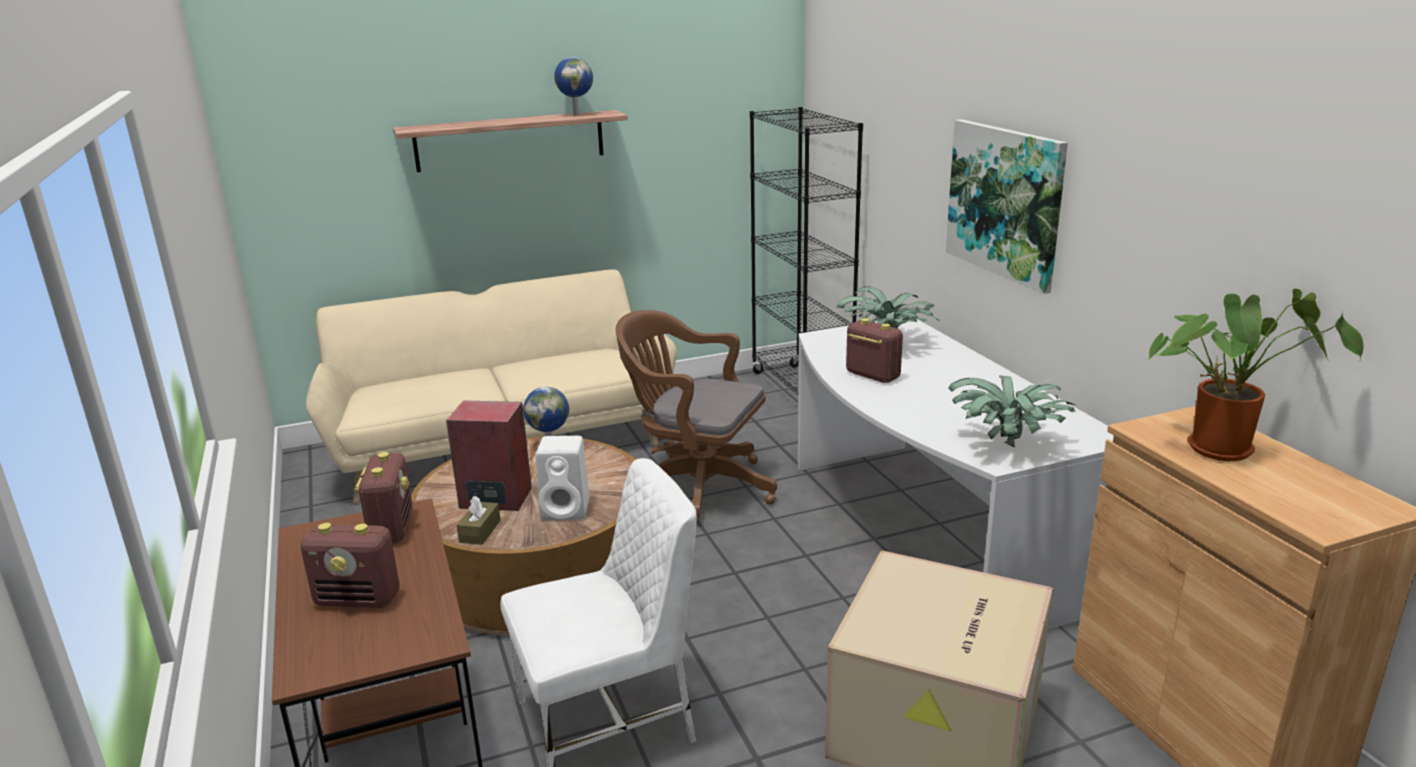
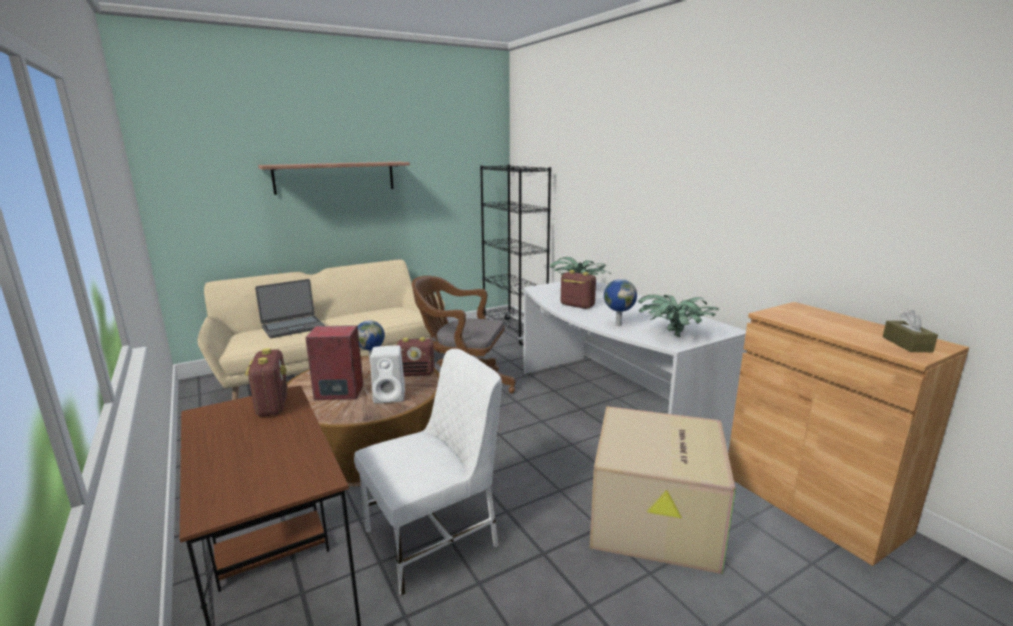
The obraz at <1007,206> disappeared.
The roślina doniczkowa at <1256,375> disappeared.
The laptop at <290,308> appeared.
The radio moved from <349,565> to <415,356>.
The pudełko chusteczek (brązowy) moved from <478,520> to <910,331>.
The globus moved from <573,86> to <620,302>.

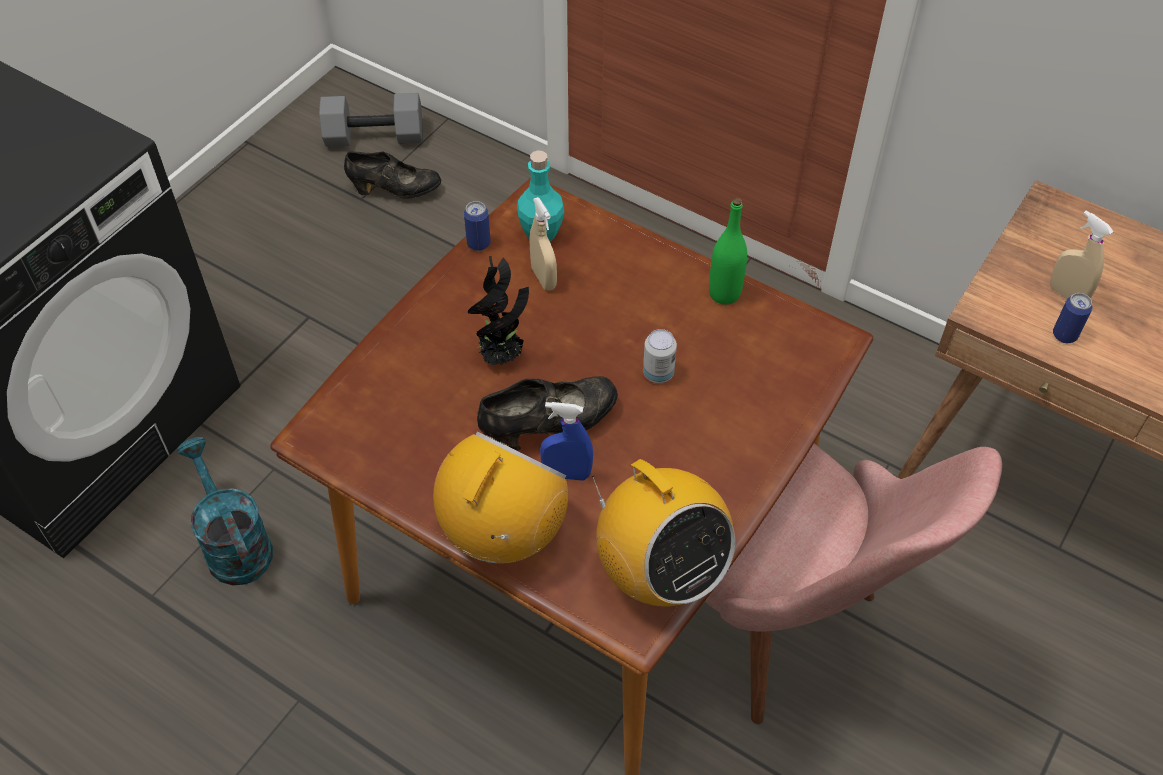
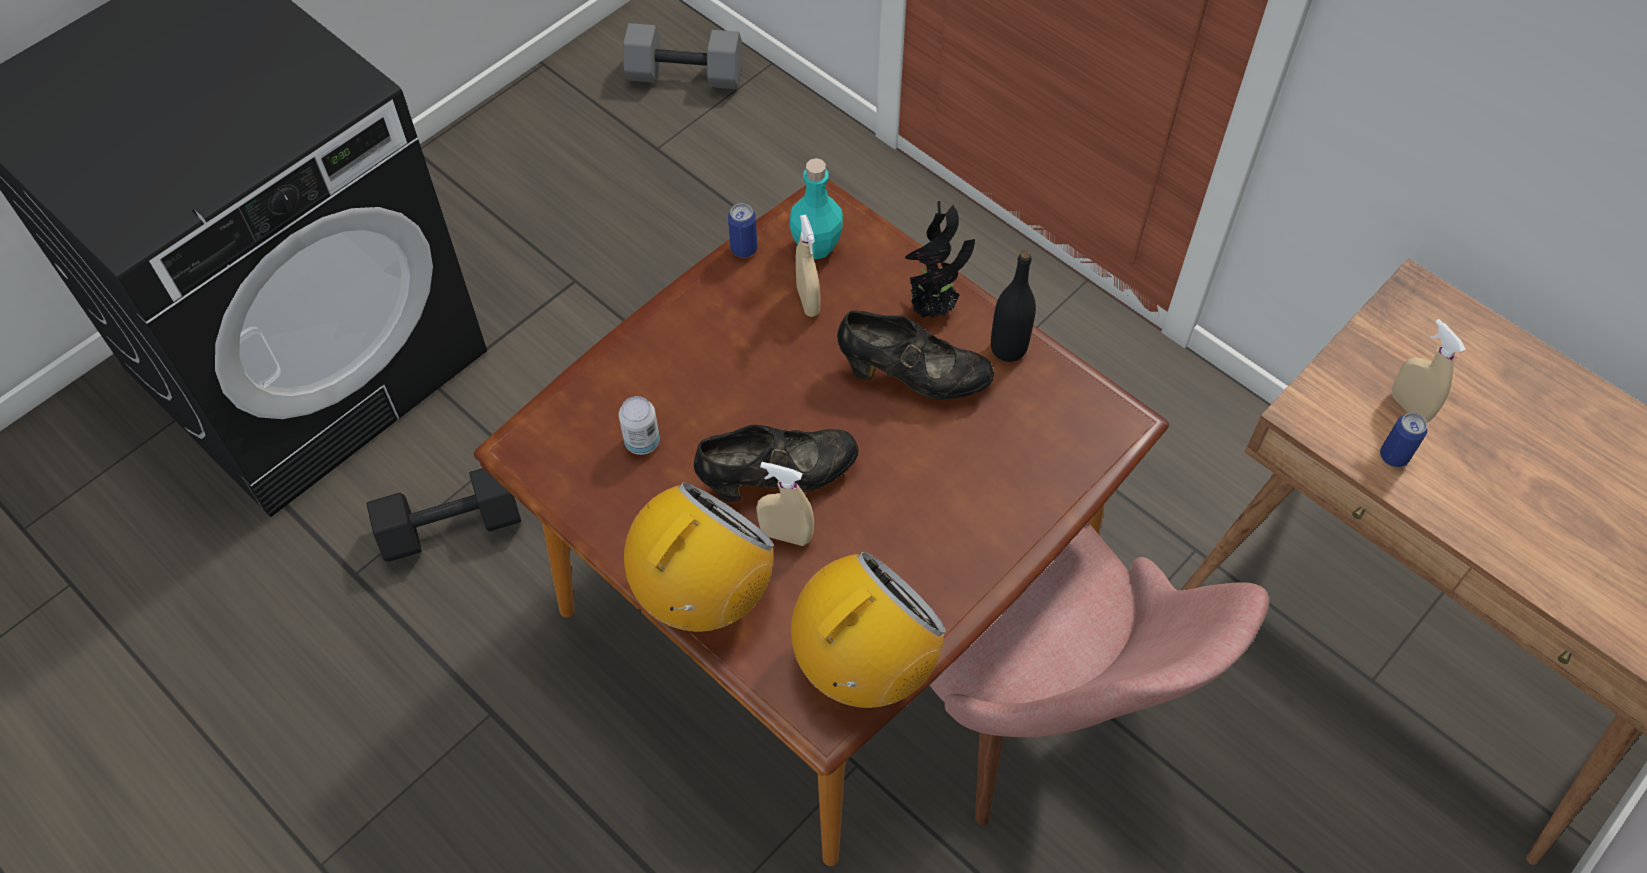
The but (czarny) moved from <392,175> to <915,355>.
The roślina doniczkowa moved from <498,310> to <940,259>.
The puszka moved from <660,356> to <639,425>.
The konewka (turkusowy) at <225,511> was replaced by the hantel (czarny) at <443,515>.
The spryskiwacz (niebieski) at <566,441> became the spryskiwacz (beżowy) at <785,504>.
The butelka (zielony) at <728,251> became the butelka (czarny) at <1013,306>.
The radio at <663,532> turned 105 degrees counterclockwise.

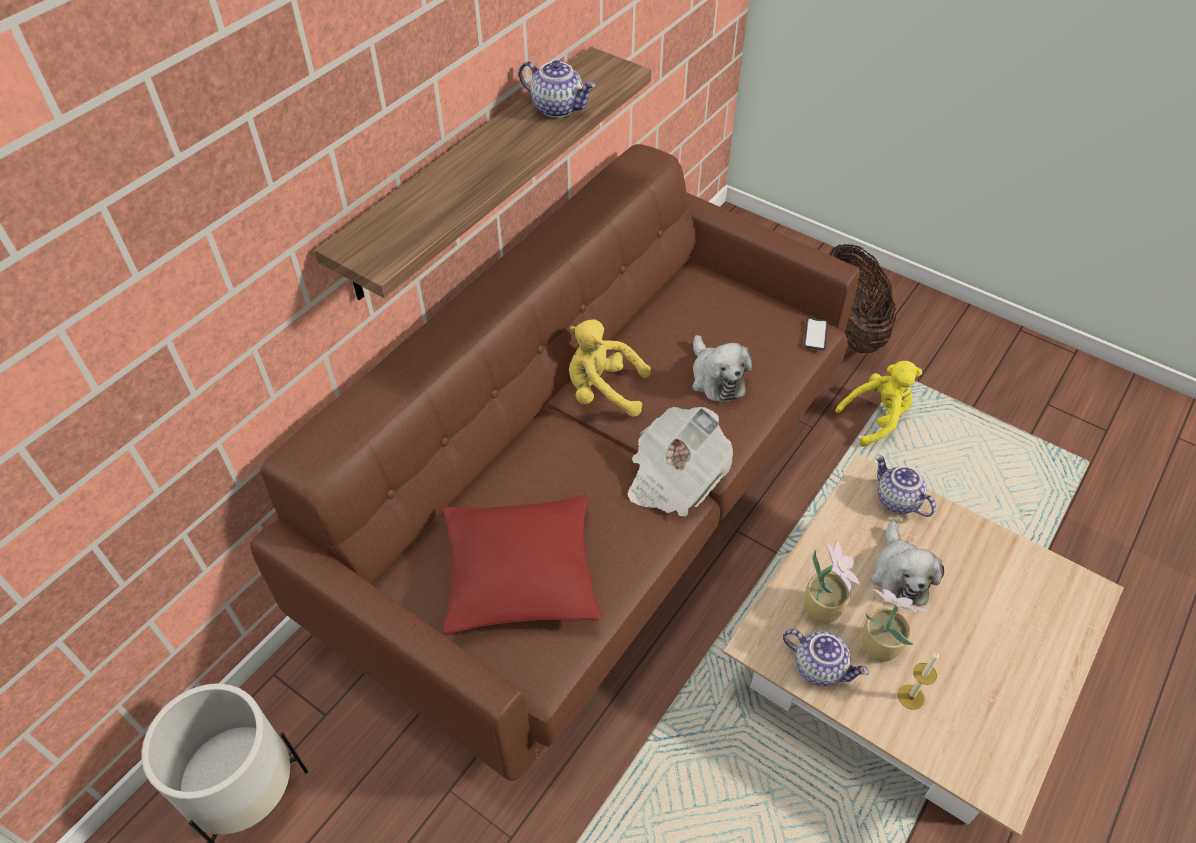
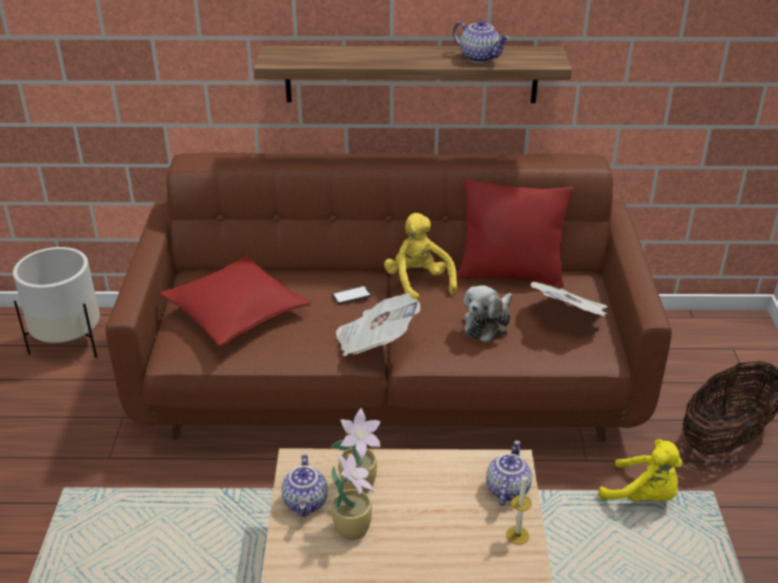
The pluszak at <907,563> disappeared.
The poduszka (czerwony) at <515,233> appeared.
The gazeta at <569,299> appeared.
The telefon moved from <816,334> to <352,294>.
The świeca moved from <918,681> to <519,509>.
The imbryk at <557,89> turned 45 degrees counterclockwise.

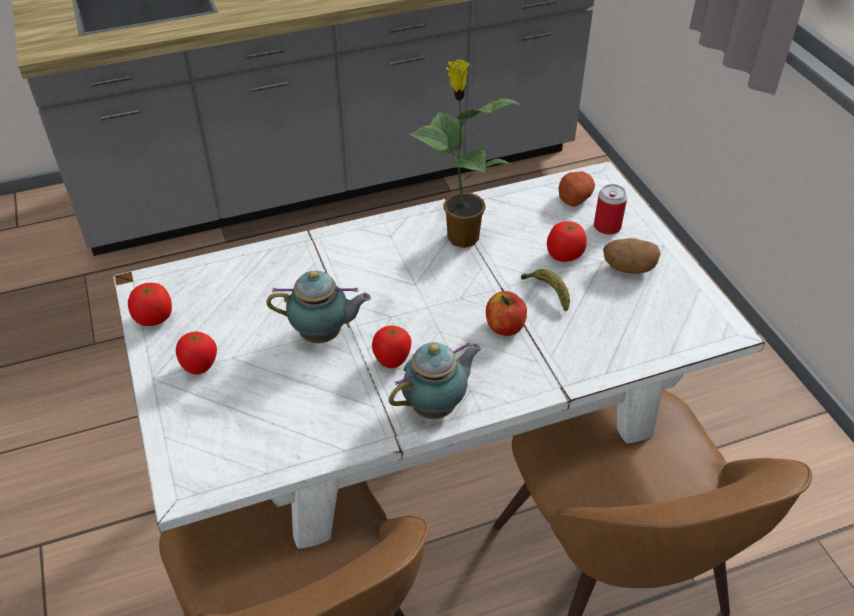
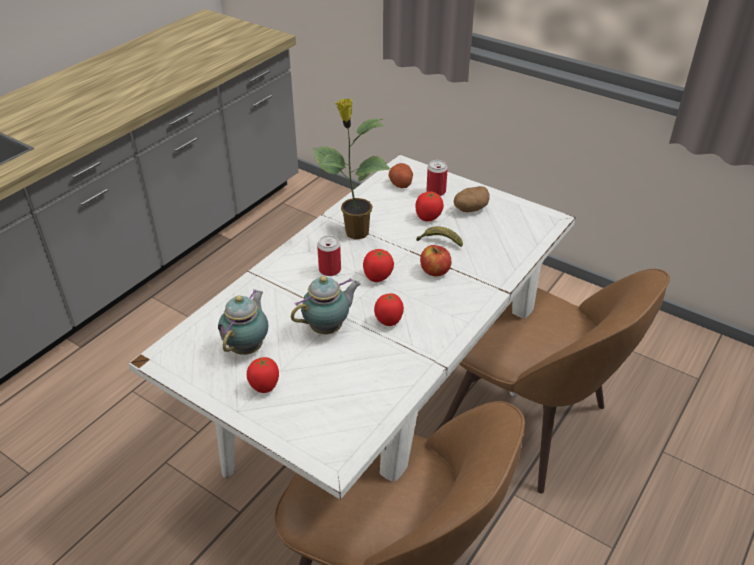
The puszka at <329,255> appeared.
The pomidor moved from <150,304> to <378,265>.
The imbryk moved from <435,380> to <243,322>.

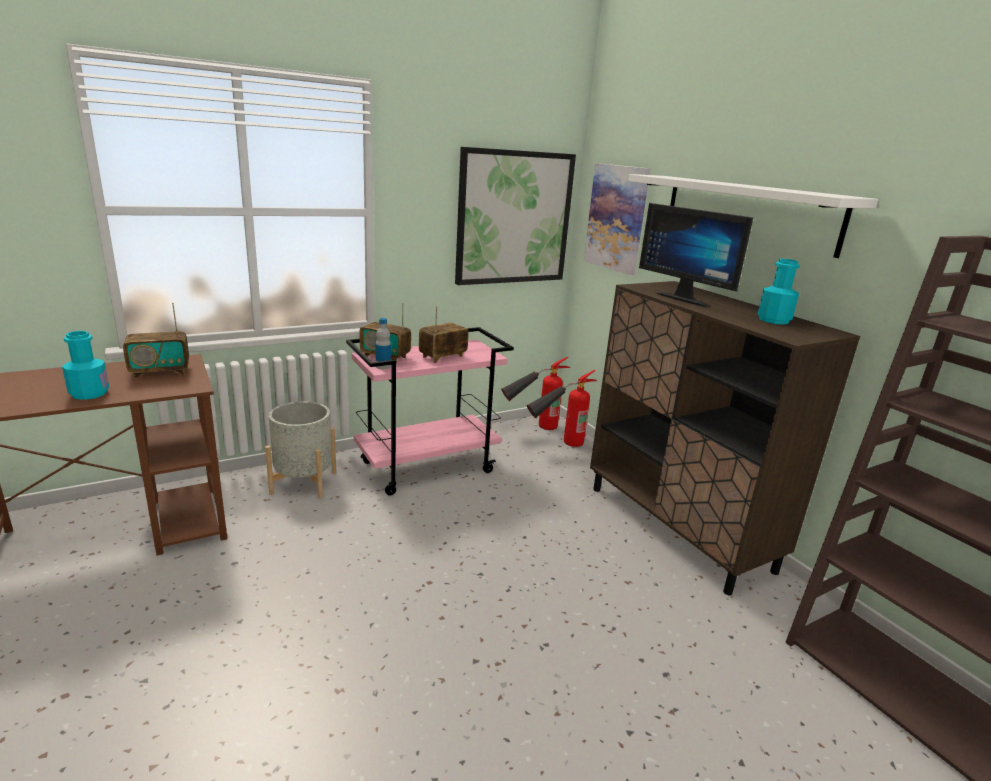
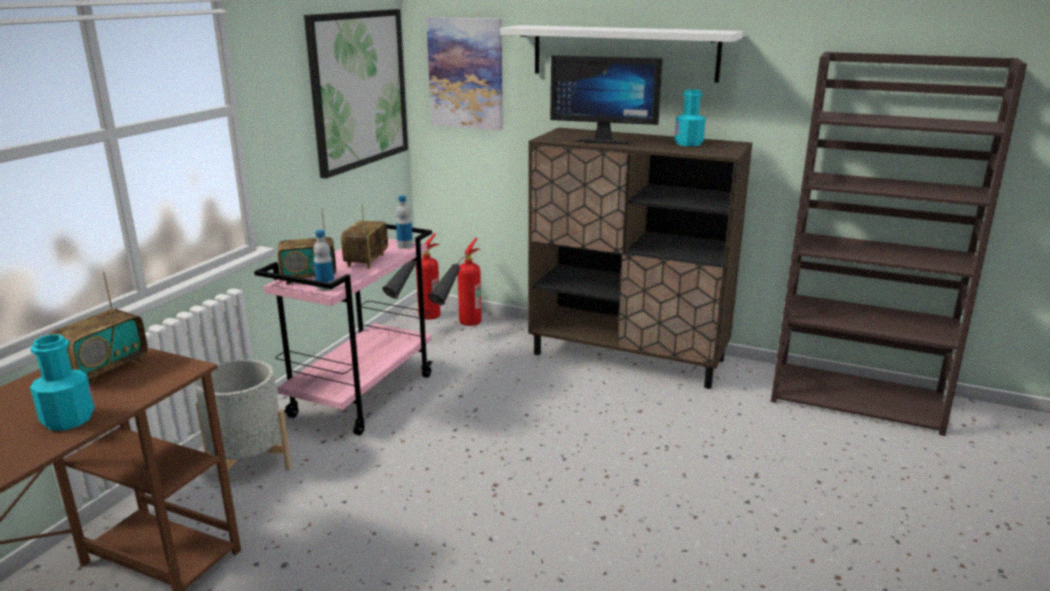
The butelka at <404,222> appeared.

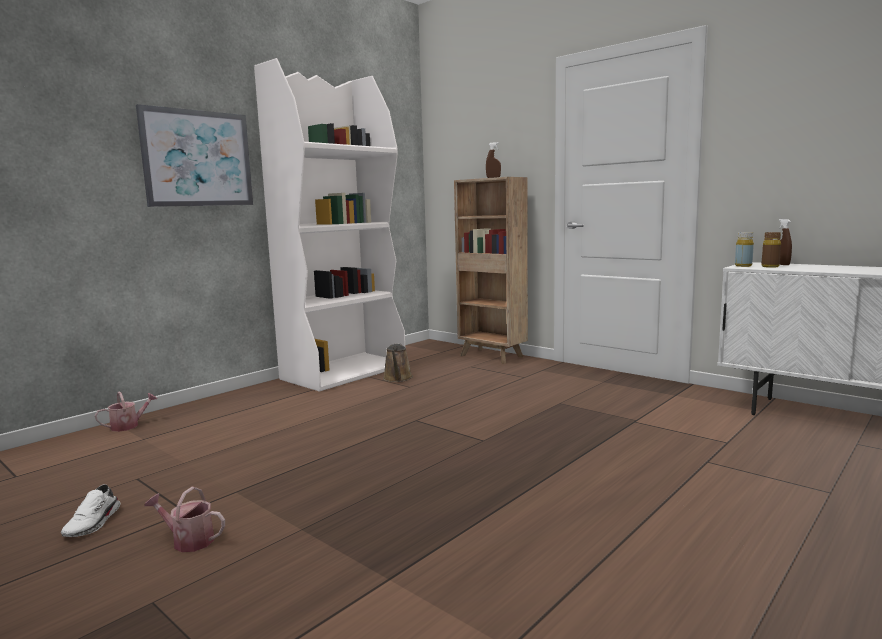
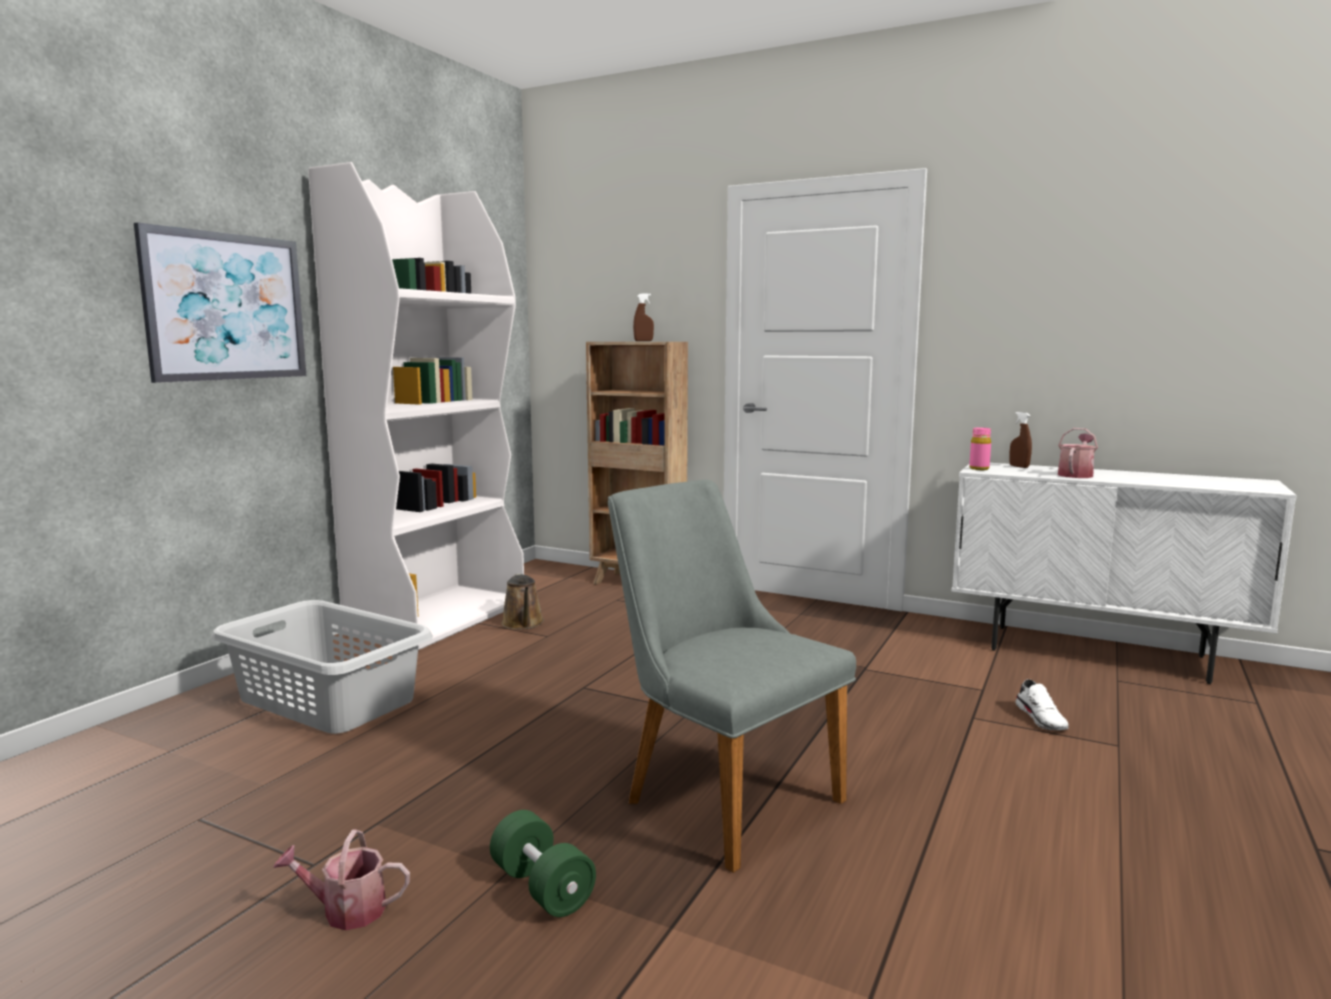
The butelka (brązowy) at <771,250> disappeared.
The kosz na pranie (szary) at <322,667> appeared.
The hantel (zielony) at <543,863> appeared.
The krzesło (szary) at <732,676> appeared.
The but (biały) moved from <91,510> to <1042,704>.
The konewka moved from <126,411> to <1078,453>.
The butelka (żółty) at <744,249> became the butelka (różowy) at <980,449>.

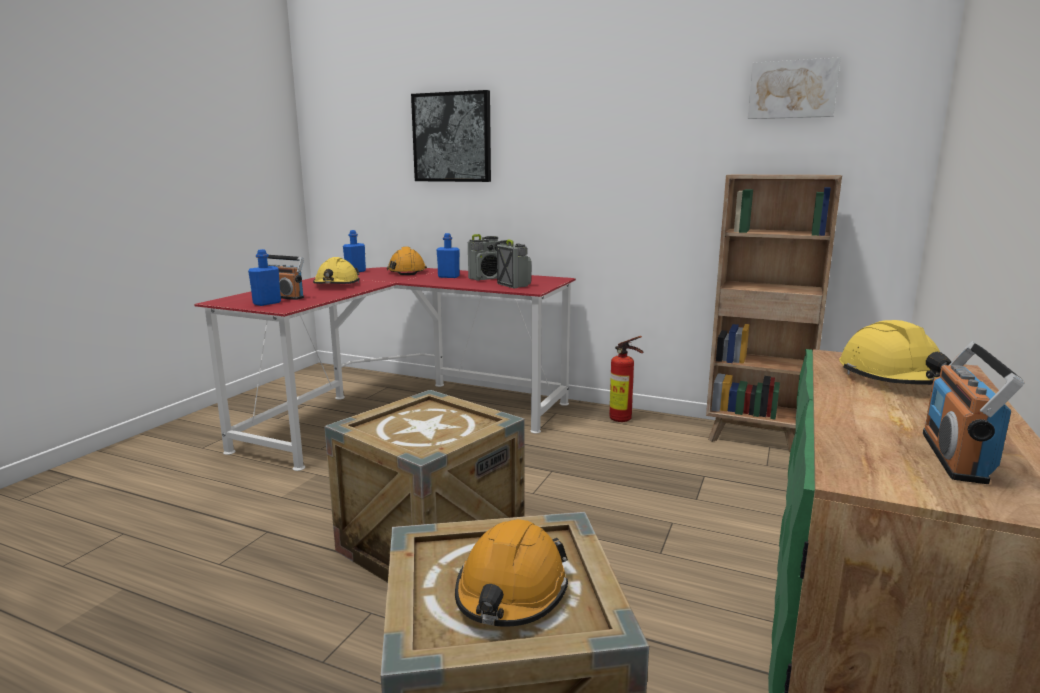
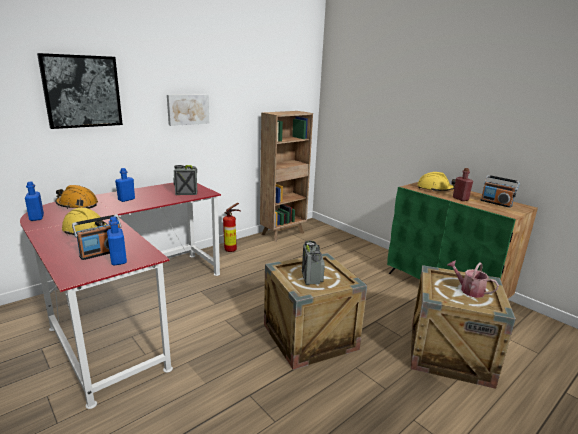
The butelka (czerwony) at <463,184> appeared.
The radio moved from <484,257> to <313,263>.
The obraz moved from <794,88> to <188,110>.
The kask (pomarańczowy) at <511,573> was replaced by the konewka at <473,279>.

